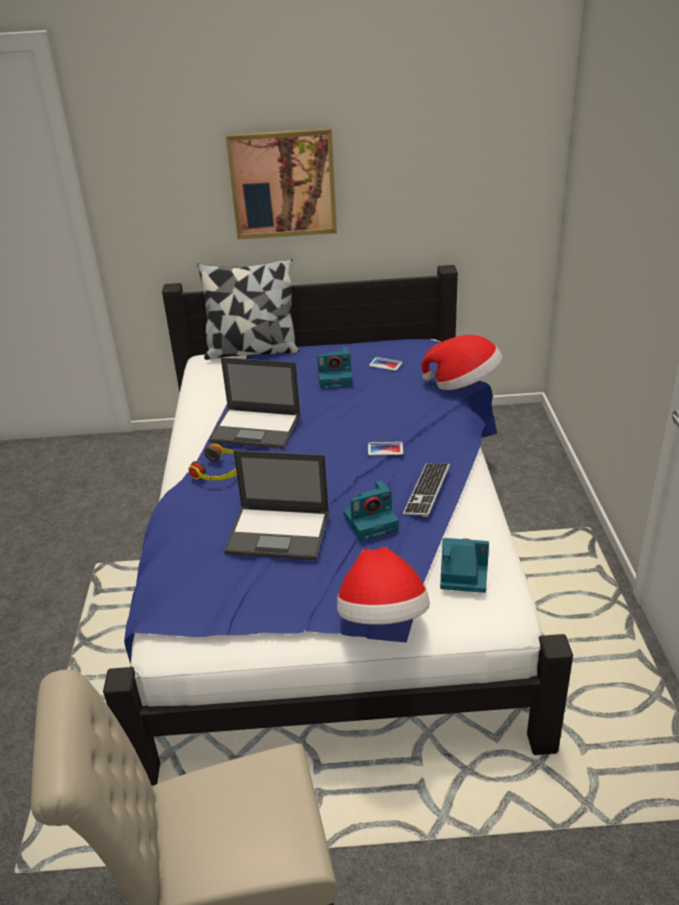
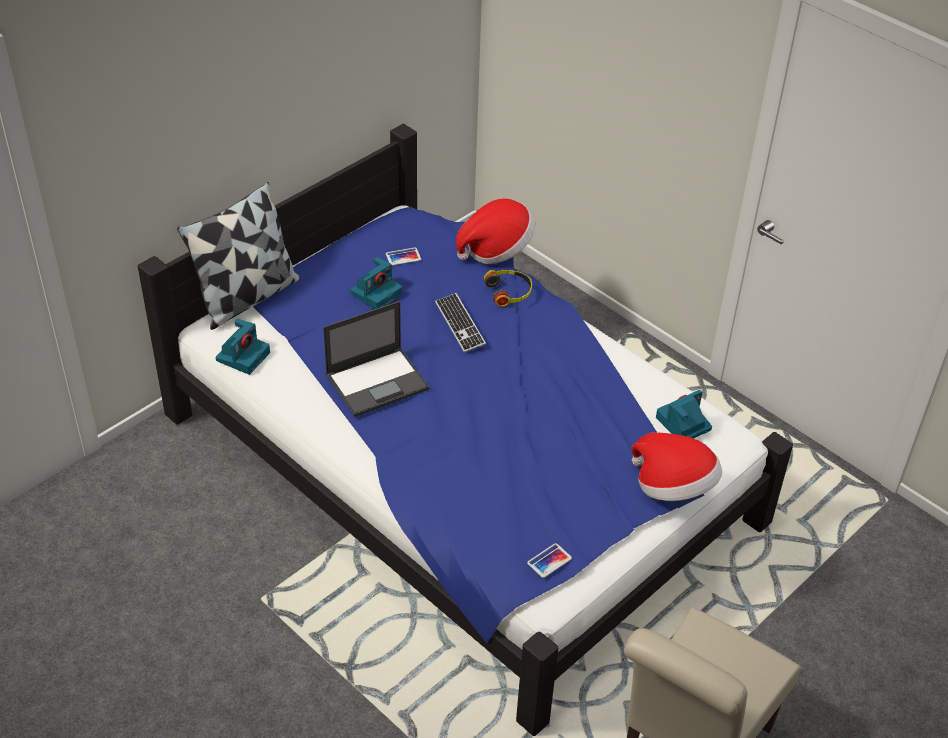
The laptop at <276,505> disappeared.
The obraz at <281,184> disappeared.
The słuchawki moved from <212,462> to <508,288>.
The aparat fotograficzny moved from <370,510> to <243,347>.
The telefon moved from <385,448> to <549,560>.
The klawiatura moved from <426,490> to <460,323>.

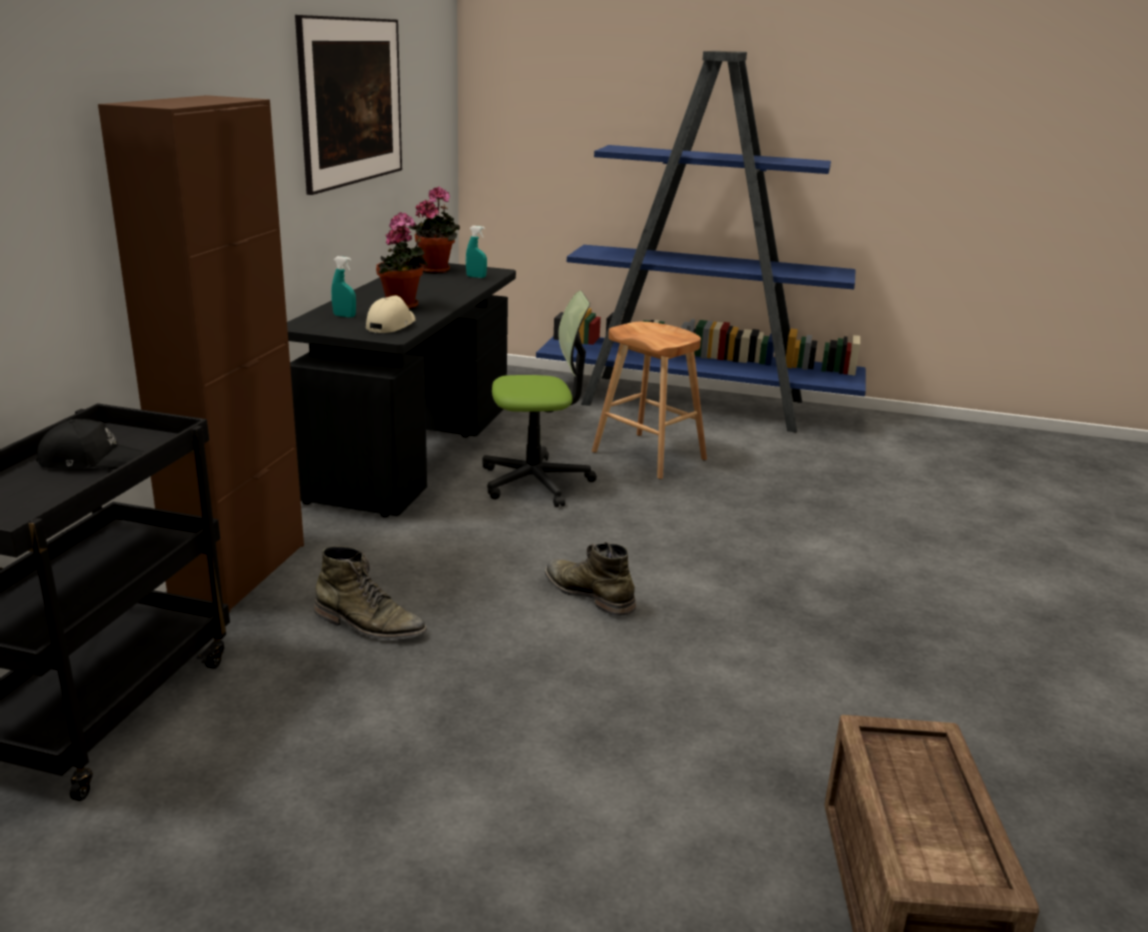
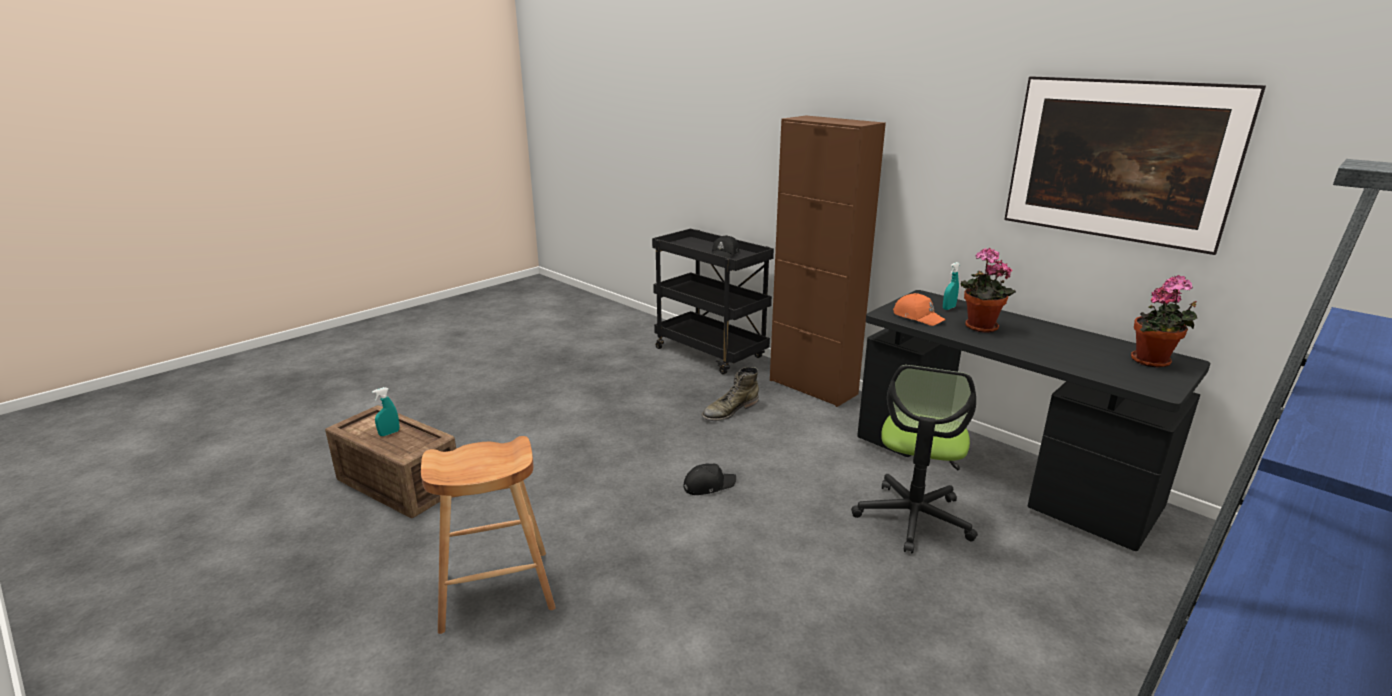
The spryskiwacz (turkusowy) moved from <476,252> to <385,411>.
The stołek (brązowy) moved from <649,400> to <488,535>.
The but z cholewką (zielony) at <590,579> was replaced by the czapka z daszkiem (czarny) at <710,479>.
The czapka z daszkiem (beżowy) at <391,314> became the czapka z daszkiem (pomarańczowy) at <919,309>.

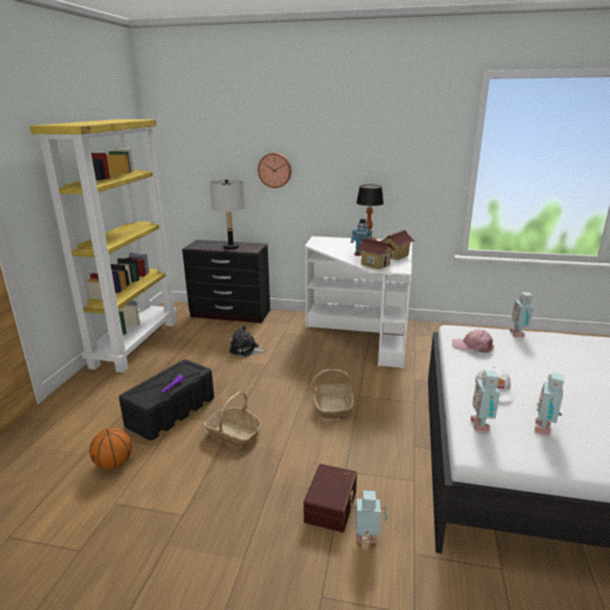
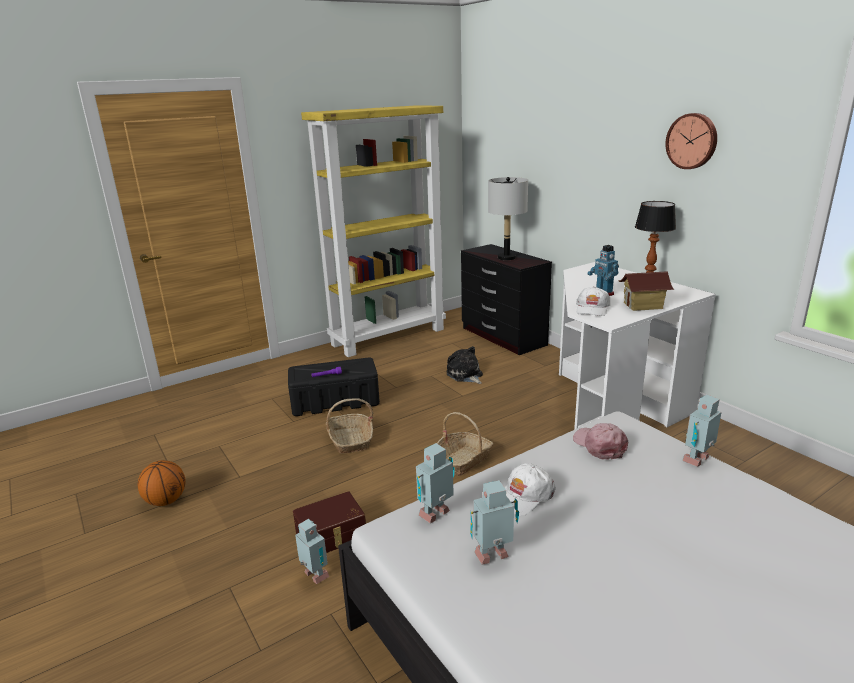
The piłka do koszykówki moved from <110,448> to <162,483>.
The zegar ścienny moved from <274,170> to <691,141>.
The domek at <376,253> was replaced by the czapka z daszkiem (biały) at <593,301>.

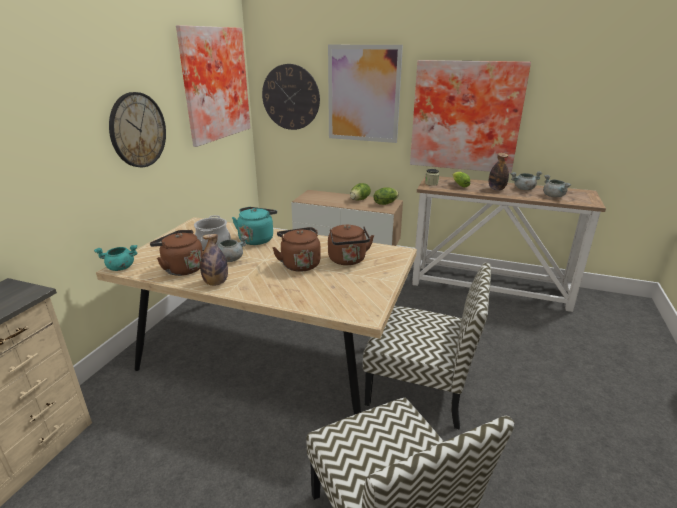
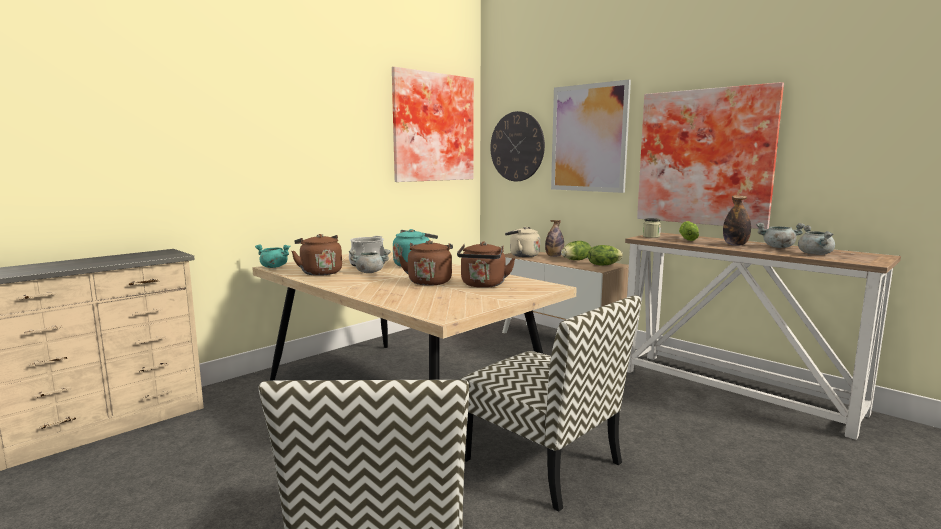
The zegar ścienny at <137,129> disappeared.
The czajnik (beżowy) at <522,242> appeared.
The butelka moved from <214,260> to <554,238>.

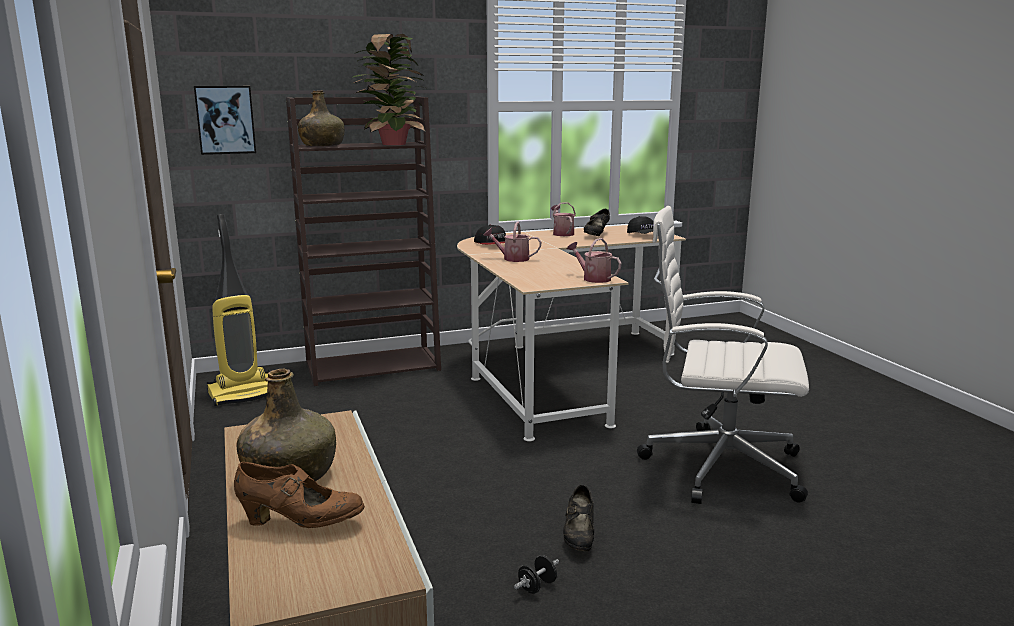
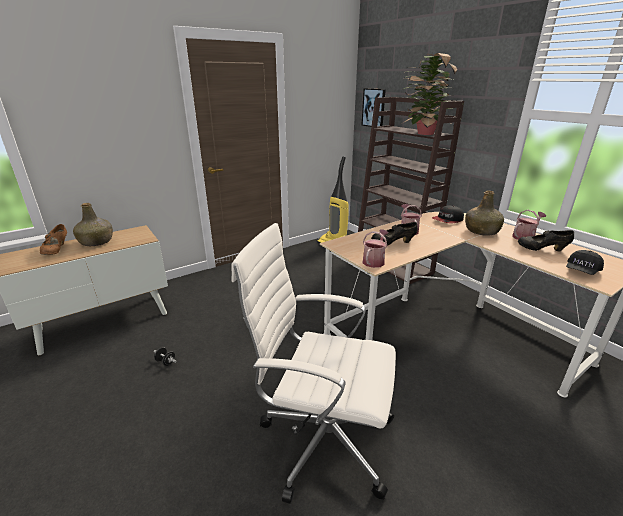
The butelka (zielony) moved from <321,118> to <484,212>.
The but (czarny) moved from <578,518> to <394,234>.
The krzesło biurowe (biały) at <723,355> turned 75 degrees counterclockwise.

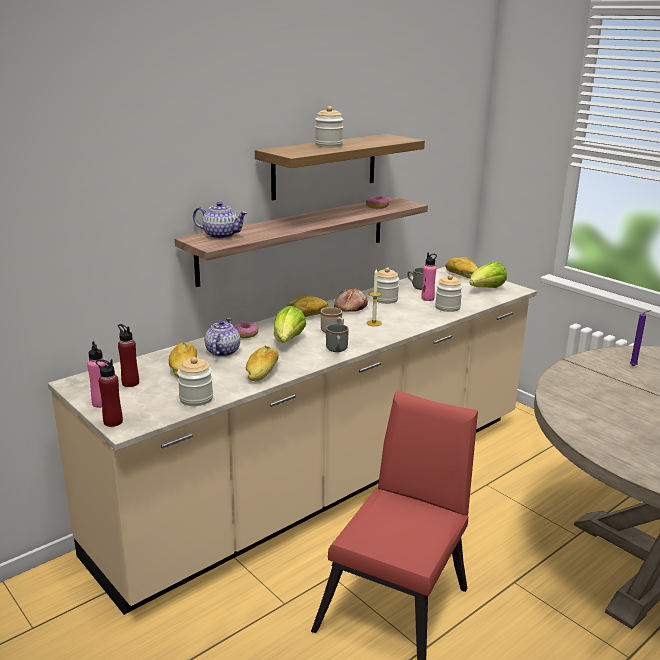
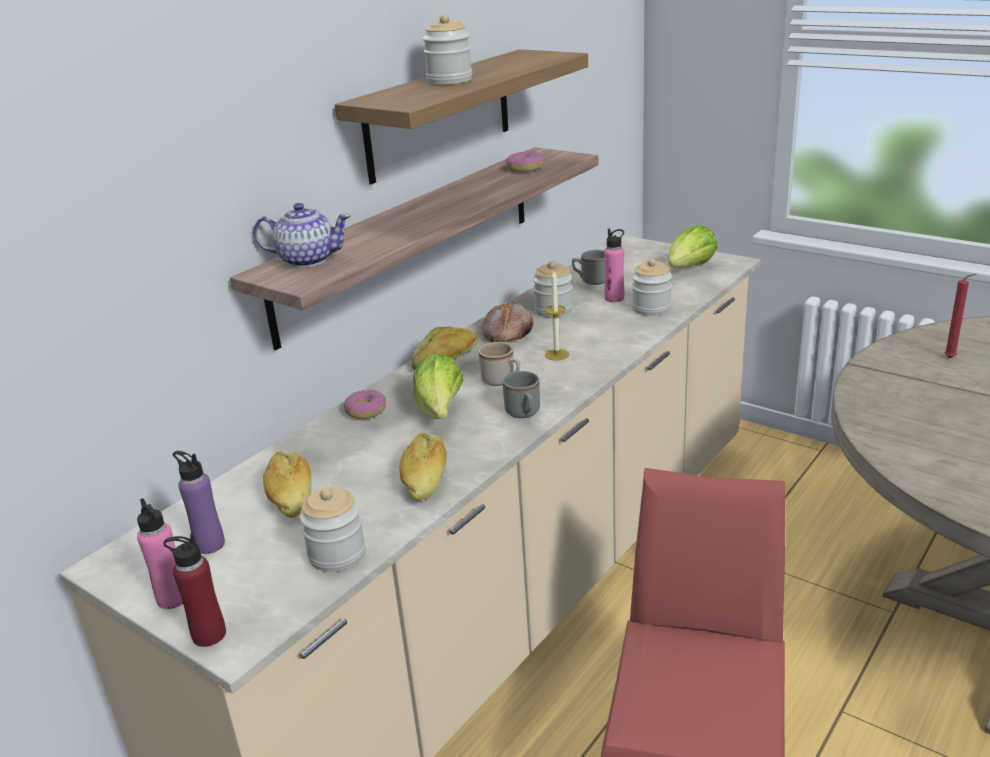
The imbryk at <222,337> disappeared.
The chleb at <461,268> disappeared.
The butelka (czerwony) at <128,355> became the butelka (fioletowy) at <199,502>.
The świeca (fioletowy) at <640,338> became the świeca (czerwony) at <960,315>.

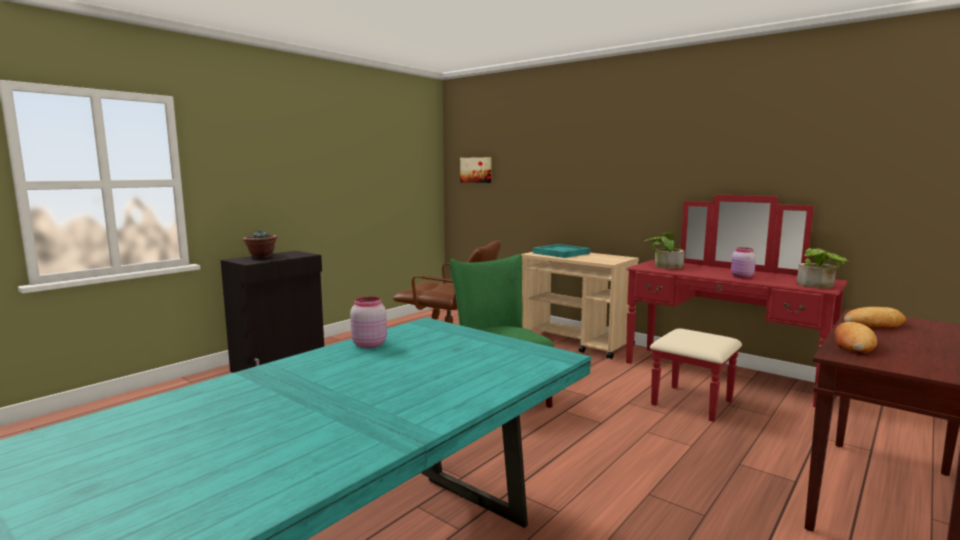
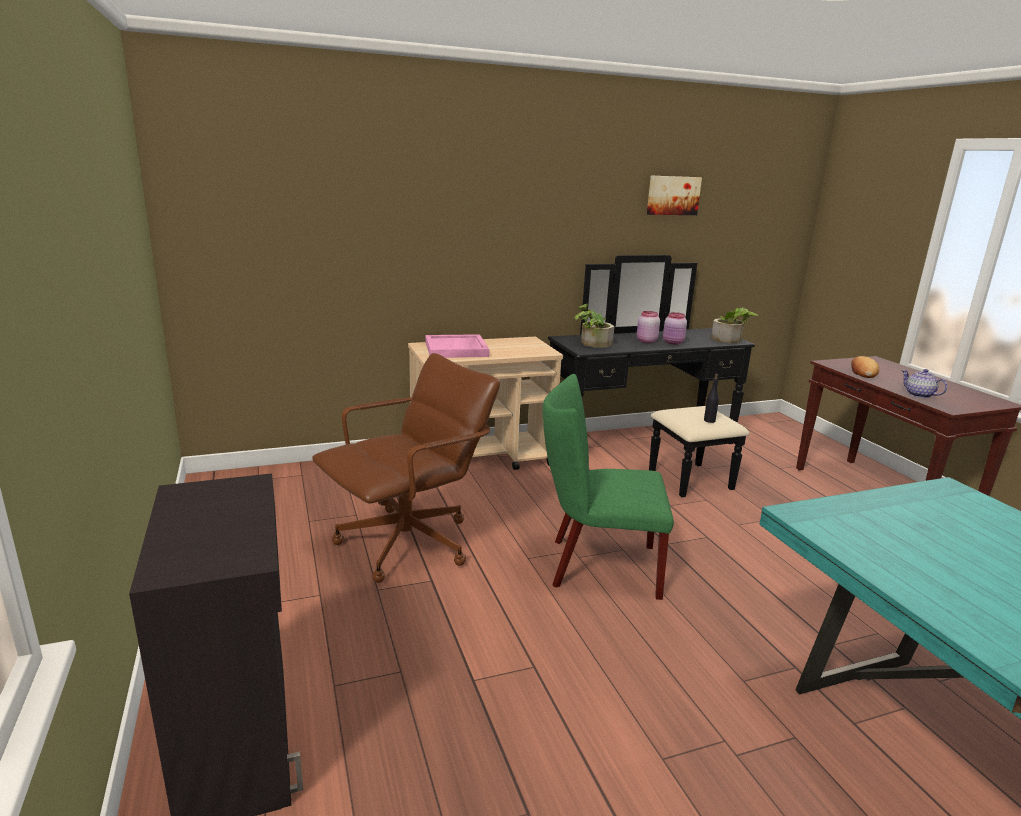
The roślina doniczkowa at <260,244> disappeared.
The butelka (czarny) at <711,398> appeared.
The słoik (różowy) moved from <368,322> to <648,327>.
The obraz moved from <475,170> to <674,195>.
The chleb at <855,338> was replaced by the imbryk at <924,383>.
The taca (turkusowy) at <561,251> became the taca (różowy) at <457,346>.
The komoda (czerwony) at <737,308> became the komoda (czarny) at <651,376>.

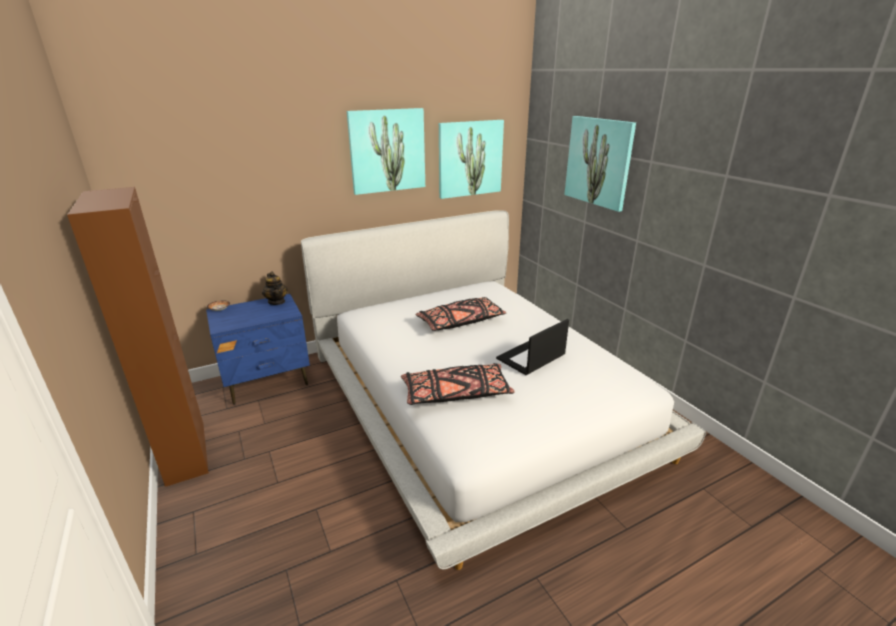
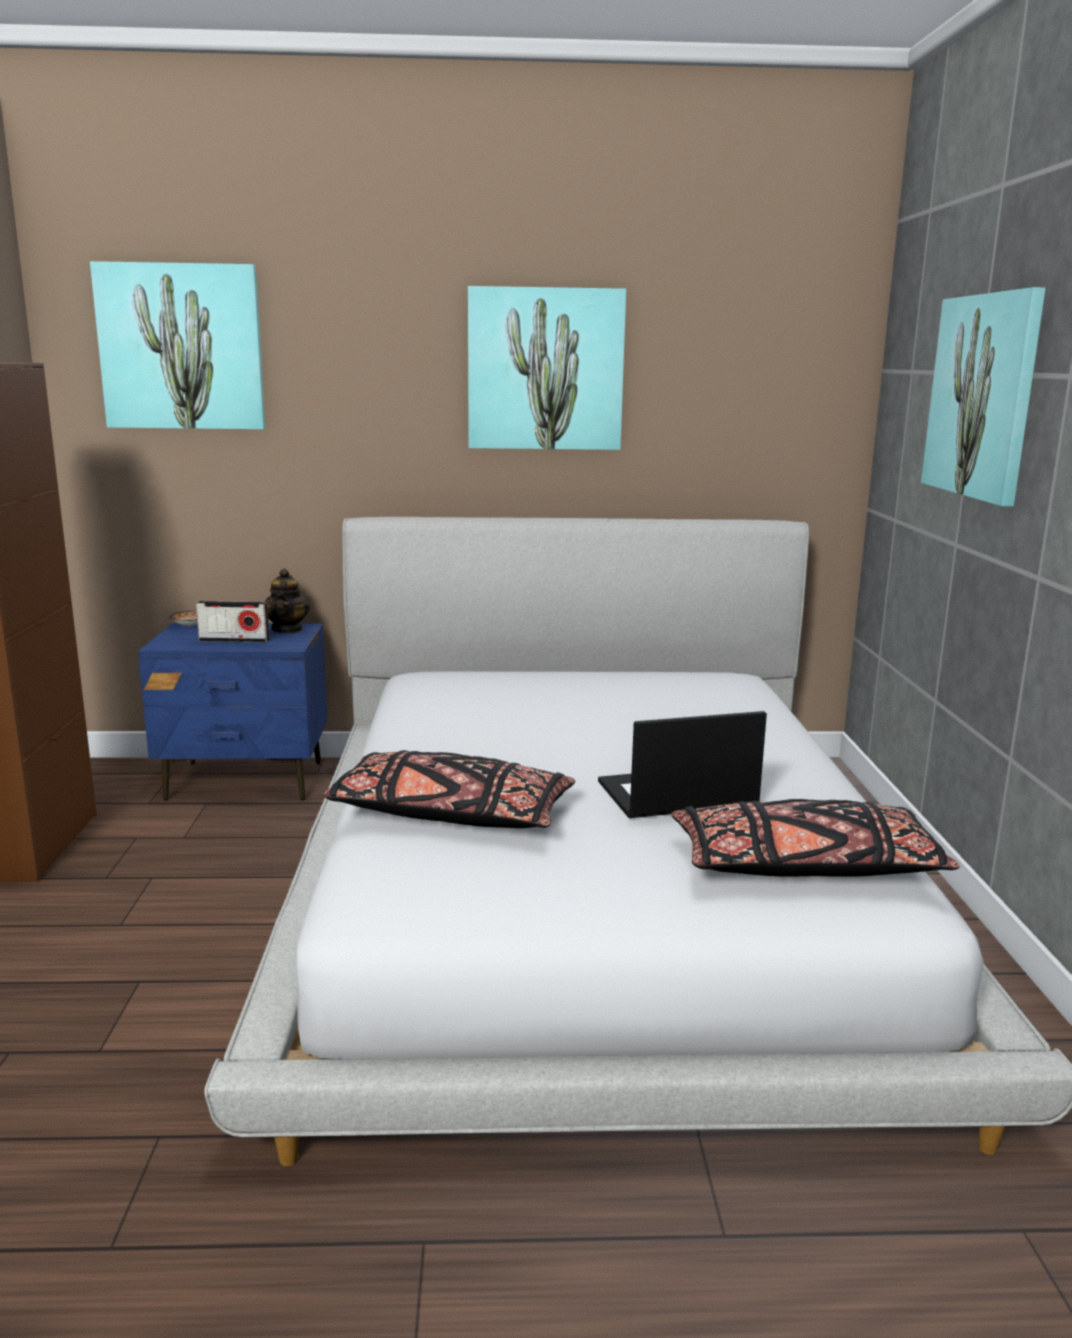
The radio at <233,622> appeared.
The poduszka (czarny) moved from <461,314> to <815,838>.
The obraz moved from <471,159> to <177,345>.

